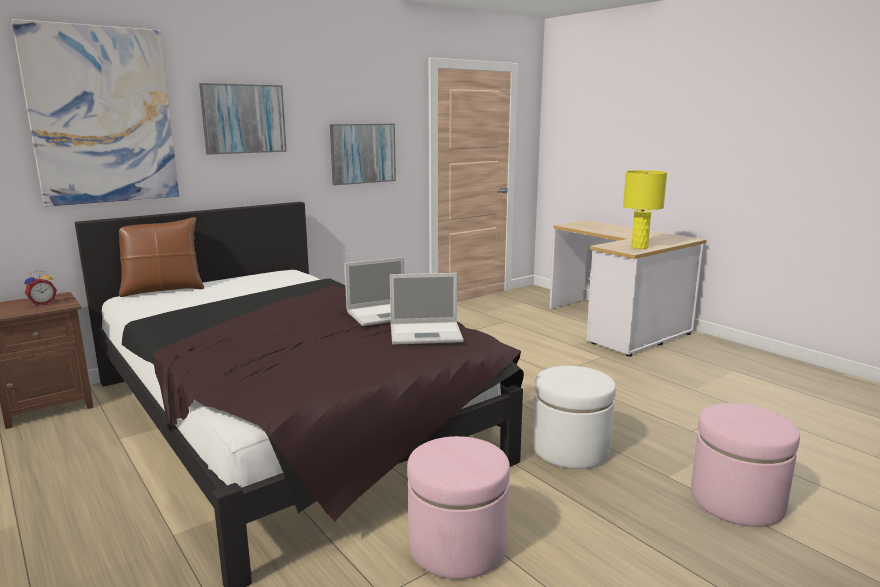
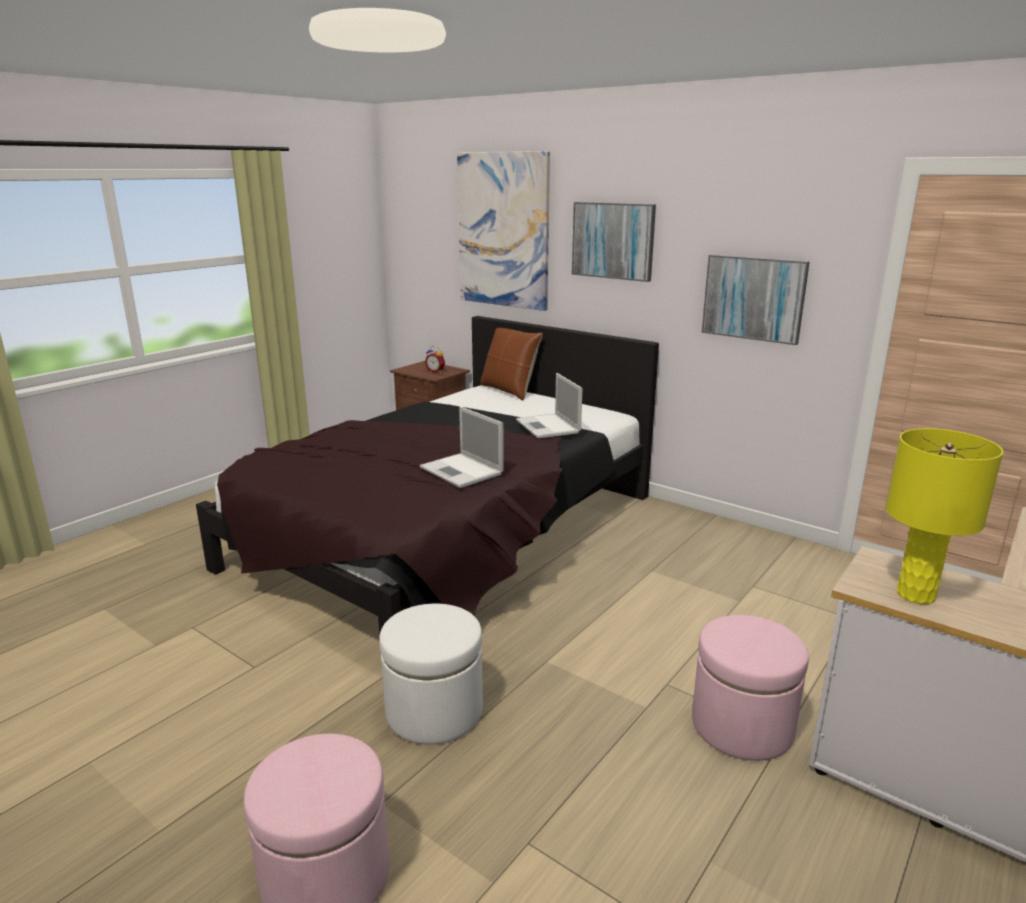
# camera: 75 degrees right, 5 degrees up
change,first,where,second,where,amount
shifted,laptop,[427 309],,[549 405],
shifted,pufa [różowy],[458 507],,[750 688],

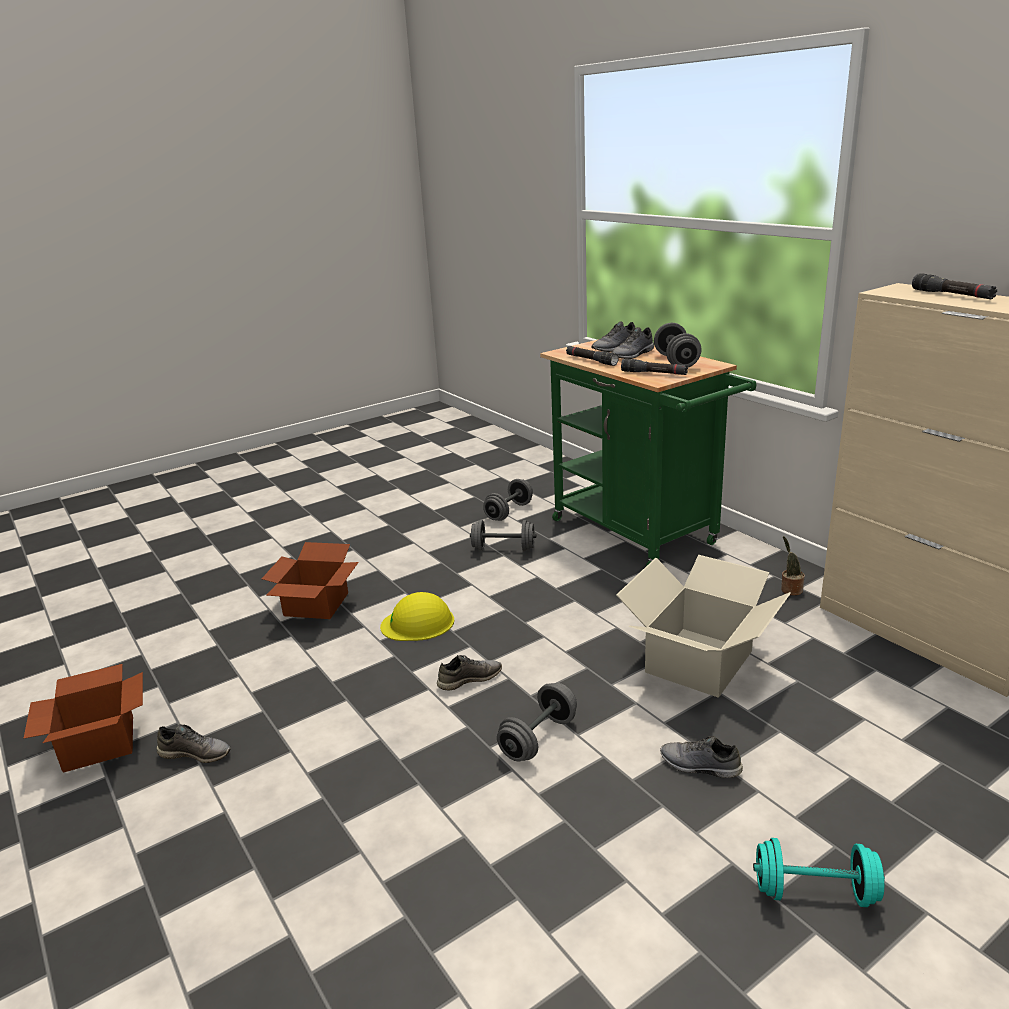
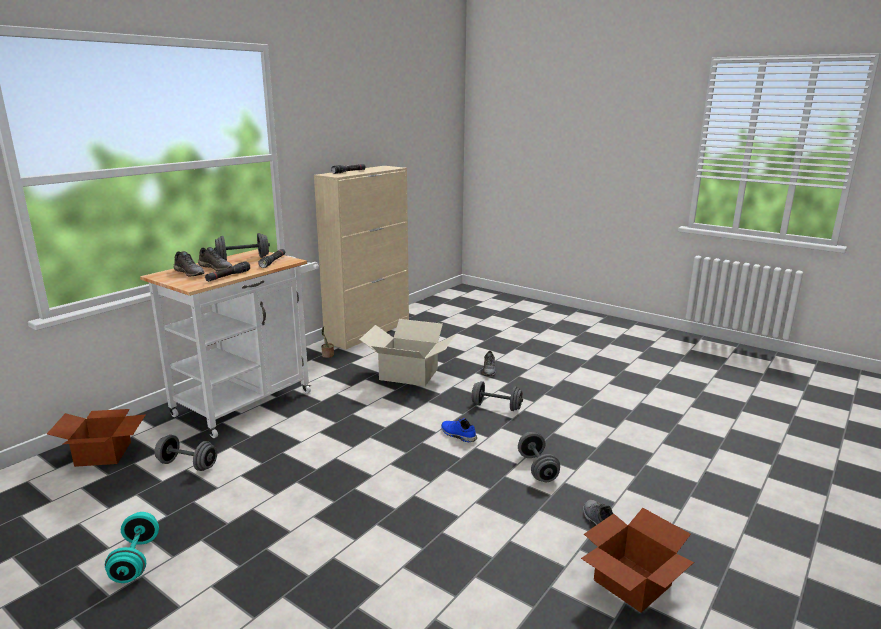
# camera: 110 degrees left, 5 degrees down
change,first,where,second,where,amount
gone,kask [żółty],[417 616],,,
shifted,karton,[310 580],,[96 438],
shifted,hantel [szary],[503 535],,[539 457],
shifted,hantel [turkusowy],[819 872],,[132 547],
repainted,but [szary],[469 673],but [niebieski],[459 430],
repainted,wózek [zielony],[648 452],wózek [biały],[229 343],

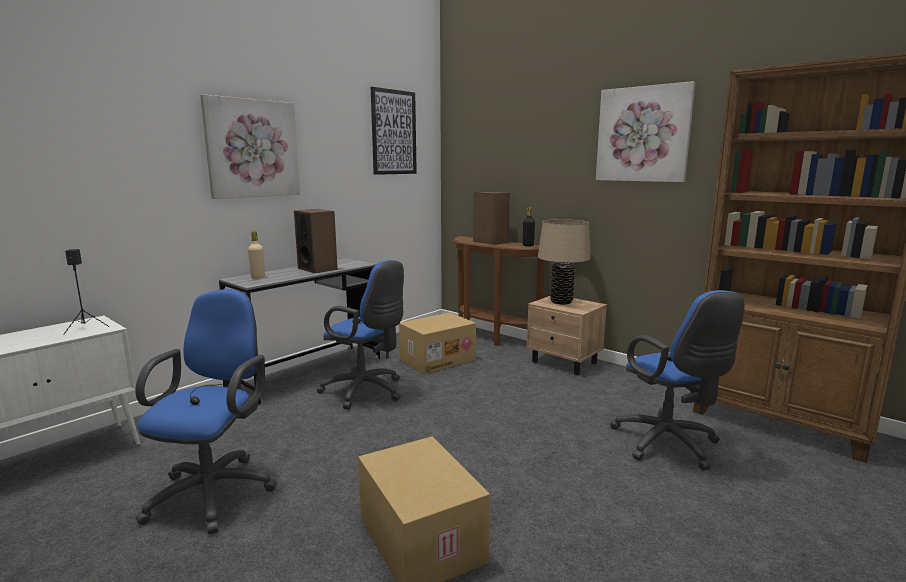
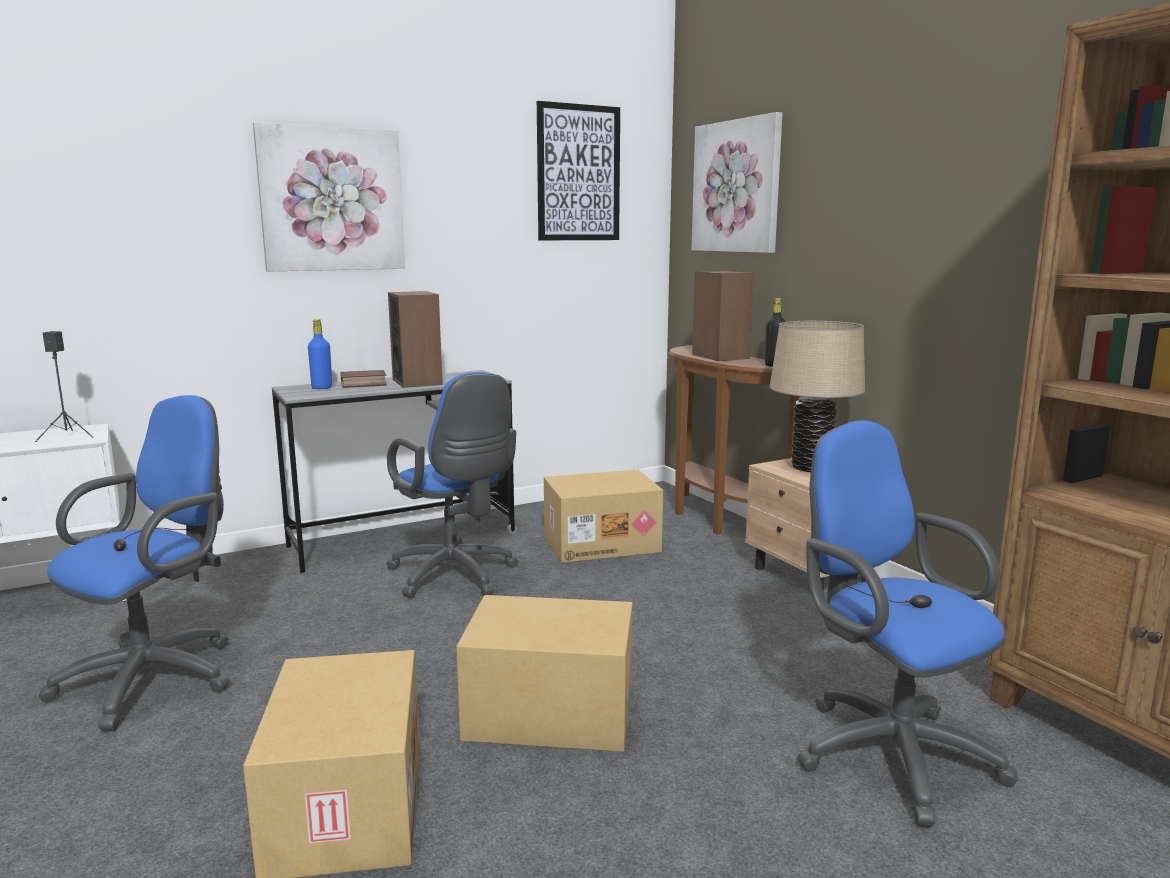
# camera: 20 degrees right, 0 degrees up
change,first,where,second,where,amount
new,,,książka,[364 379],
new,,,karton,[544 673],
shifted,obraz,[646 131],,[736 182],
repainted,butelka [beżowy],[256 255],butelka [niebieski],[320 354],
rotated,krzesło biurowe [niebieski],[677 380],,[907 623],150 degrees clockwise

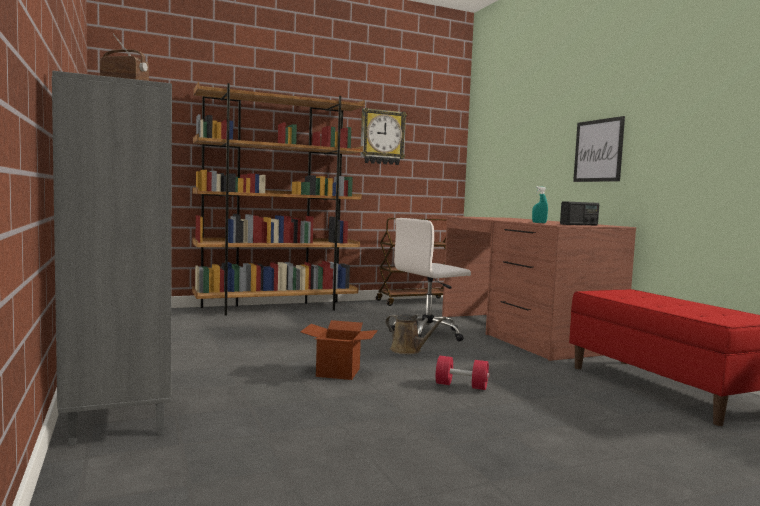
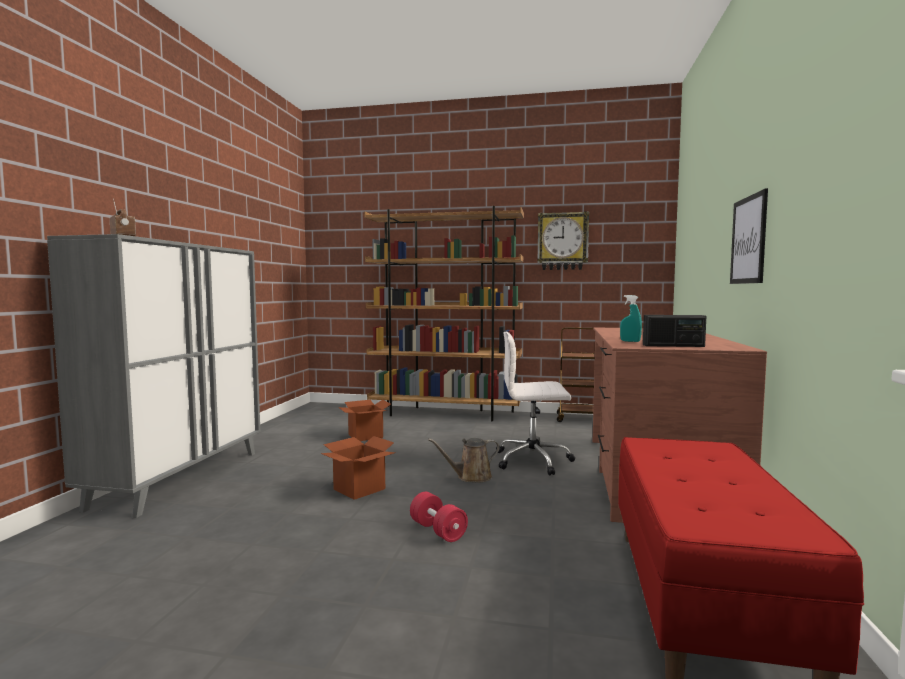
# camera: 35 degrees right, 0 degrees up
change,first,where,second,where,amount
new,,,karton,[364 420],
rotated,konewka [brązowy],[415 334],,[464 460],90 degrees clockwise

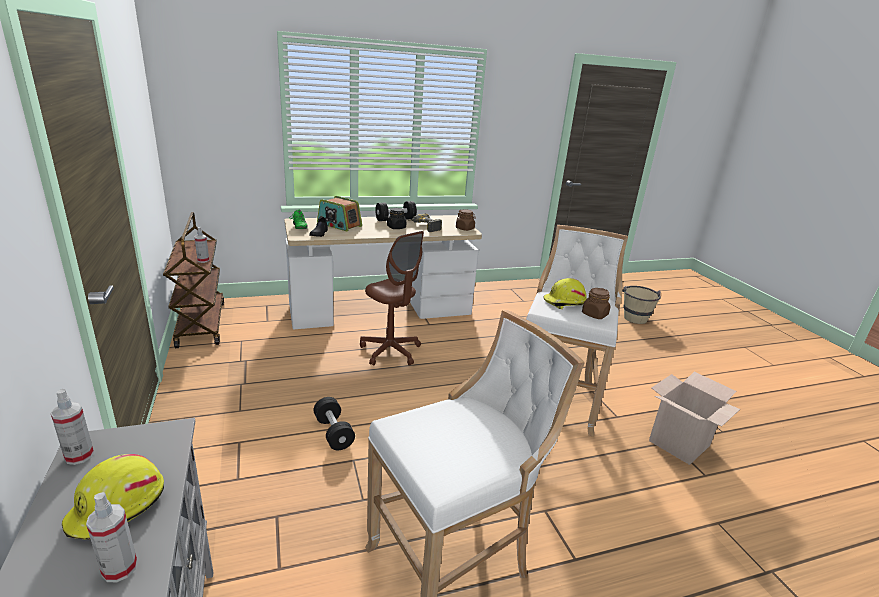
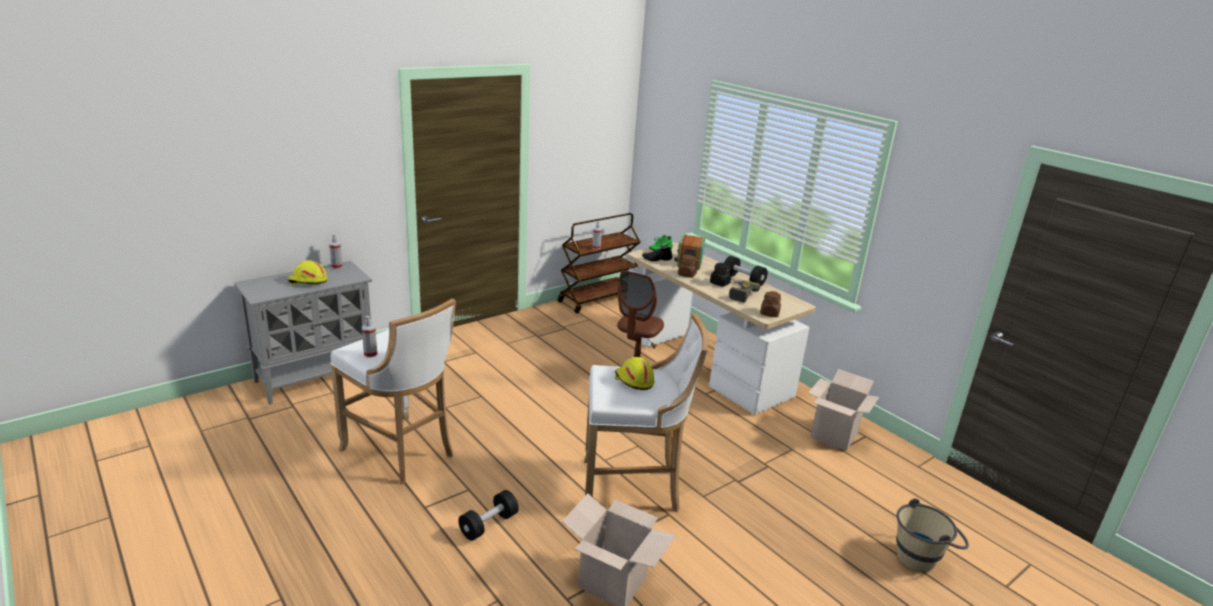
# camera: 70 degrees right, 0 degrees up
change,first,where,second,where,amount
new,,,karton,[843 410],
shifted,spryskiwacz,[111 537],,[370 337],
shifted,hantel [czarny],[334 423],,[488 515],
shifted,słoik [brązowy],[596 303],,[688 266],

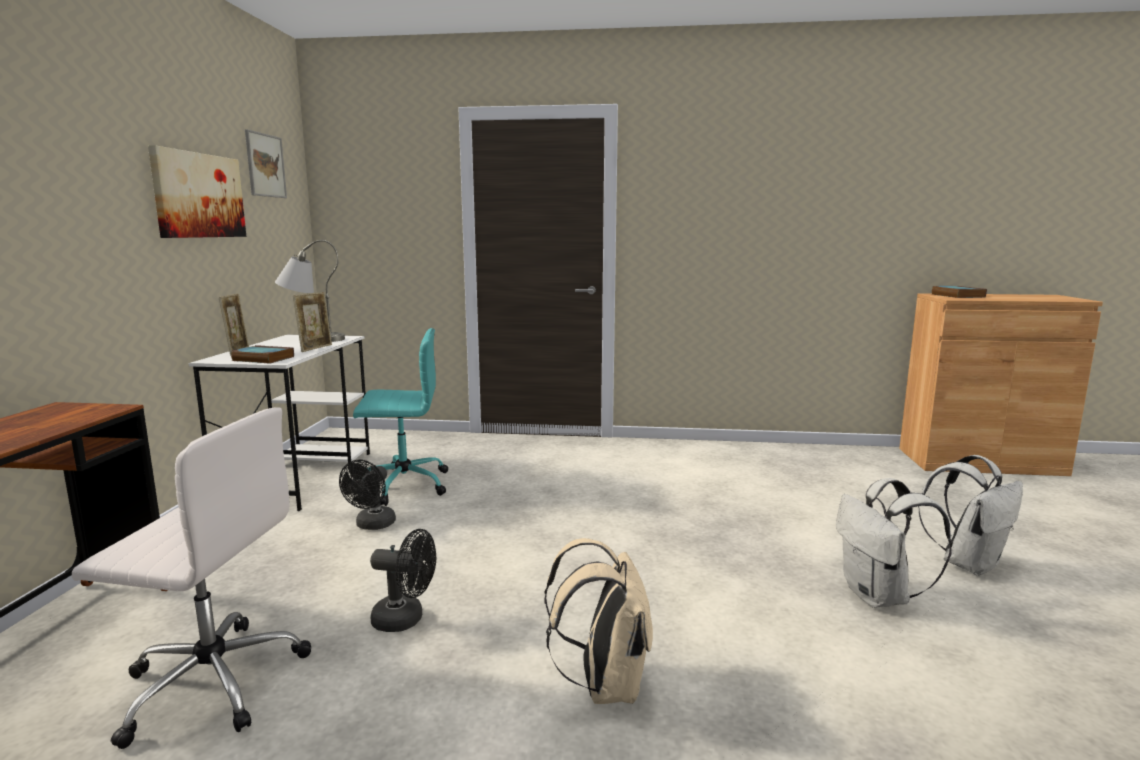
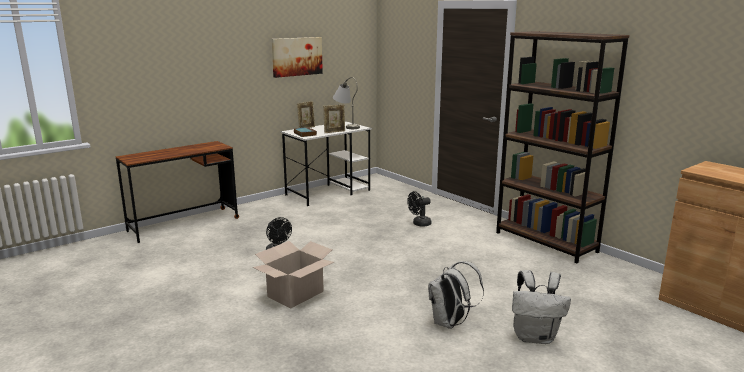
# camera: 45 degrees right, 5 degrees up
change,first,where,second,where,amount
gone,krzesło biurowe [biały],[191 578],,,
gone,obraz,[266 163],,,
gone,krzesło biurowe [turkusowy],[400 417],,,
gone,książka,[959 292],,,
new,,,regał [brązowy],[563 147],
shifted,wentylator [czarny],[367 495],,[419 209],
swapped,plecak [beżowy],[598 621],karton,[293 275],

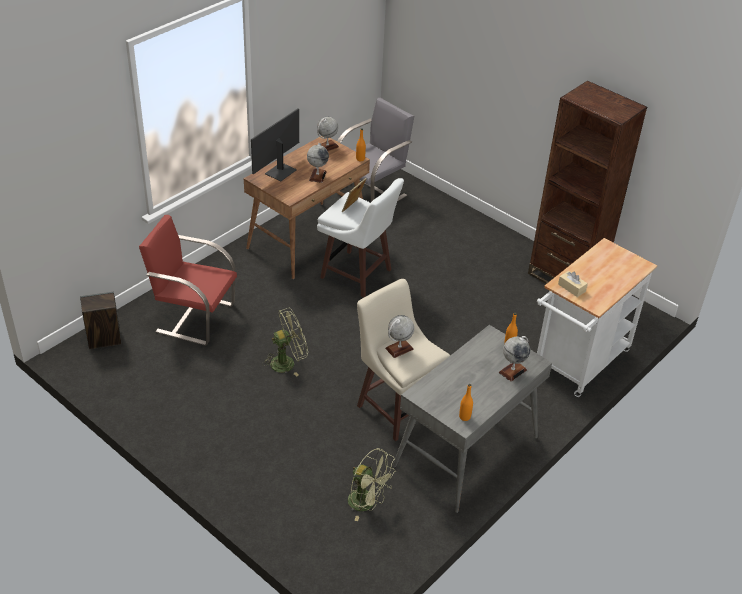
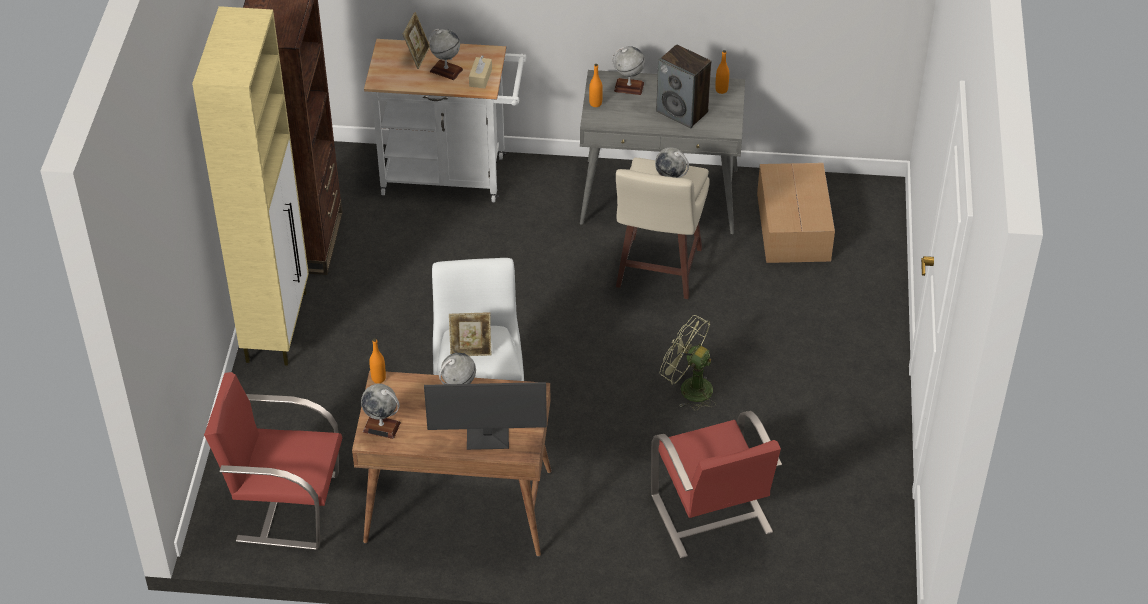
# camera: 125 degrees left, 5 degrees up
change,first,where,second,where,amount
new,,,szafka [beżowy],[250 186],
new,,,ramka na zdjęcie,[416 40],
new,,,globus,[446 54],
shifted,głośnik,[101 320],,[683 86],
swapped,wentylator [zielony],[371 484],karton,[796 213],
repainted,krzesło [szary],[375 150],krzesło [czerwony],[273 461],

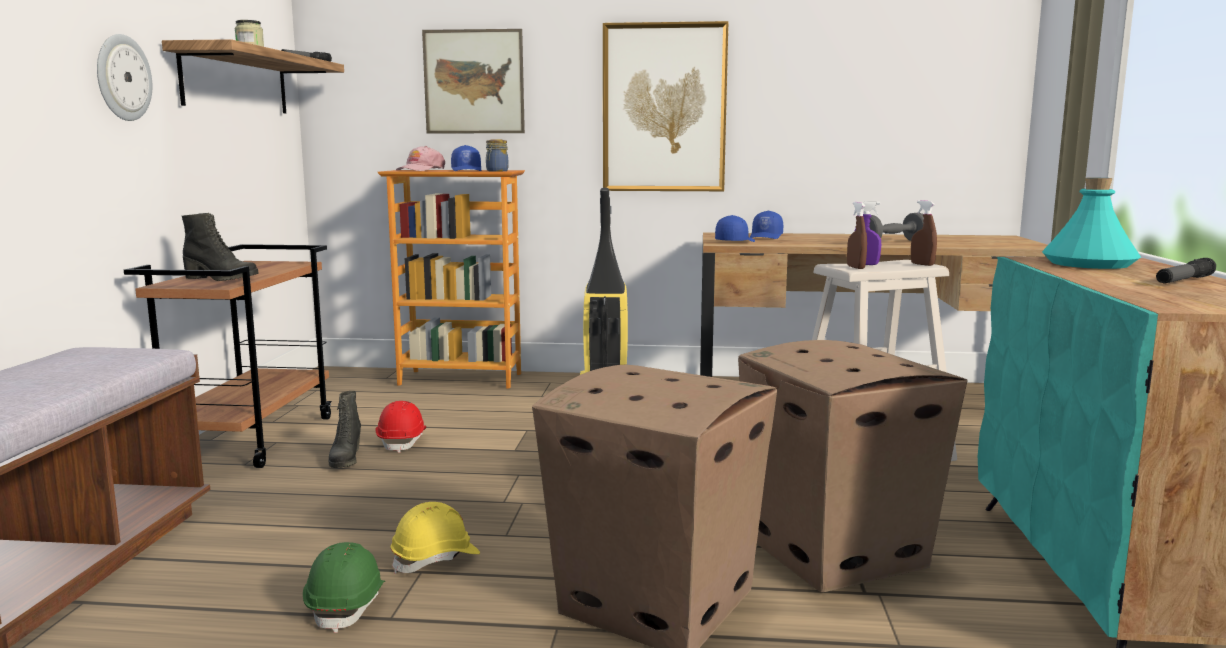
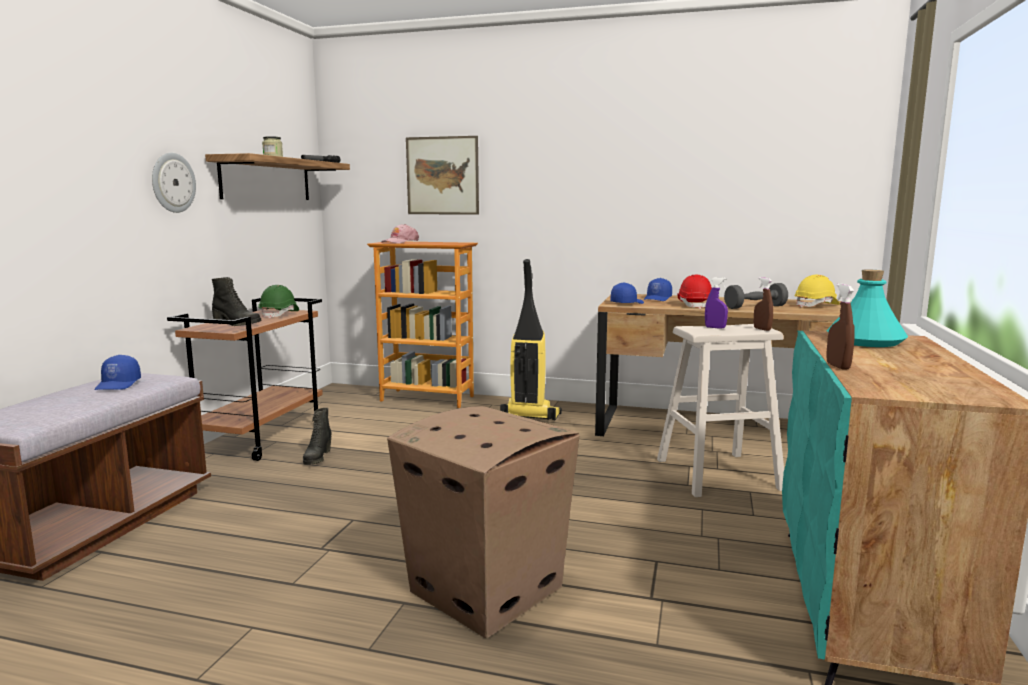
# camera: 10 degrees right, 0 degrees up
change,first,where,second,where,amount
gone,słoik,[497 155],,,
gone,obraz,[665 106],,,
gone,karton,[853 466],,,
gone,latarka,[1186 270],,,
shifted,kask [zielony],[344 587],,[278 302],
shifted,kask [czerwony],[401 427],,[694 292],
shifted,kask [żółty],[435 538],,[817 291],
shifted,czapka z daszkiem [niebieski],[466 158],,[117 372],
shifted,spryskiwacz [brązowy],[857 235],,[840 327],

